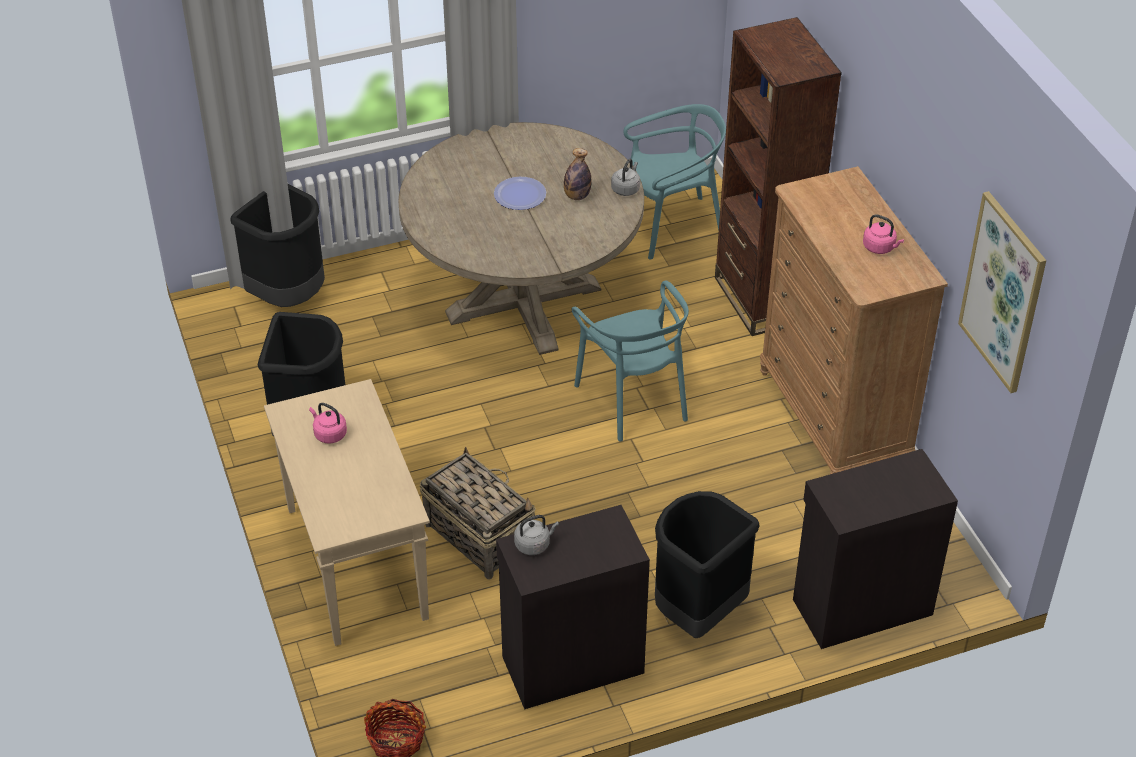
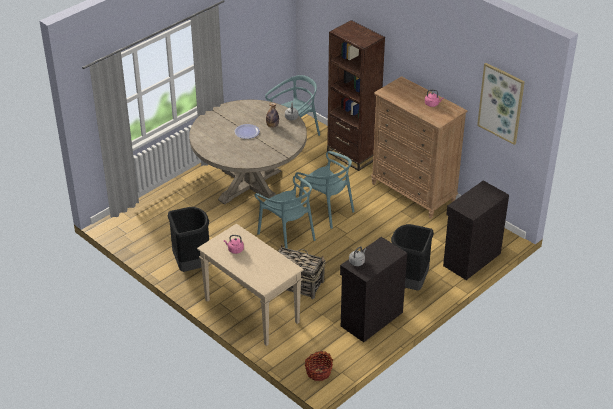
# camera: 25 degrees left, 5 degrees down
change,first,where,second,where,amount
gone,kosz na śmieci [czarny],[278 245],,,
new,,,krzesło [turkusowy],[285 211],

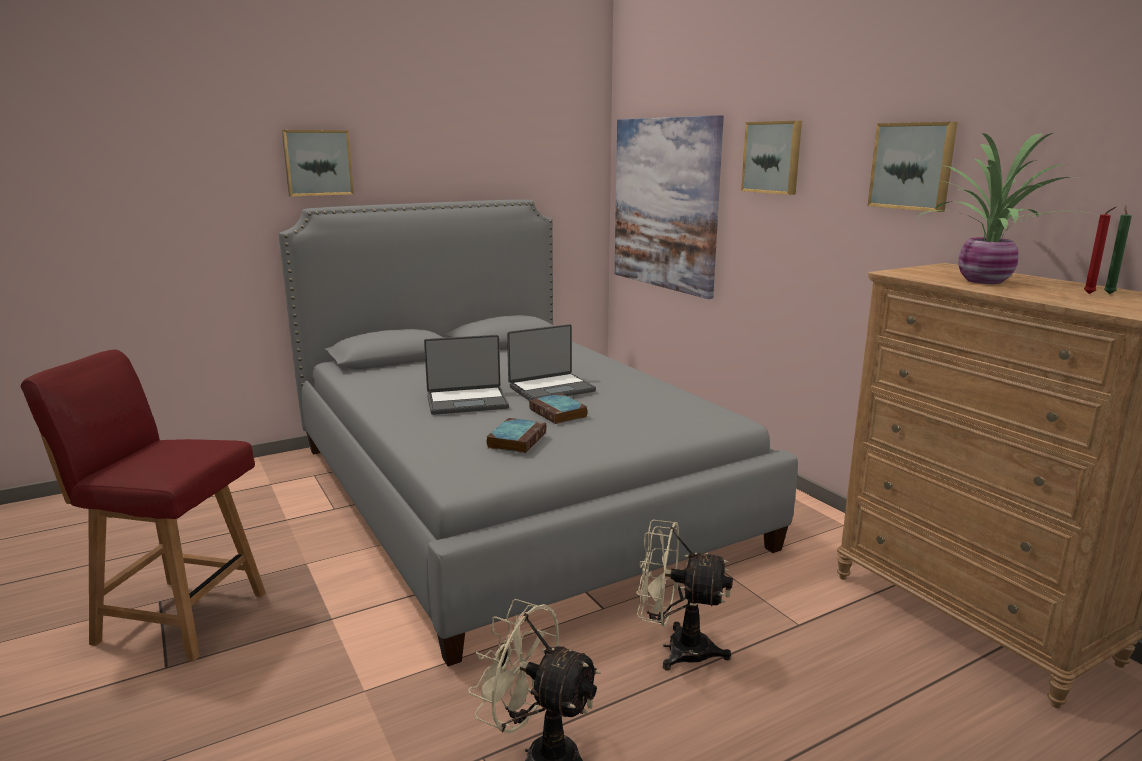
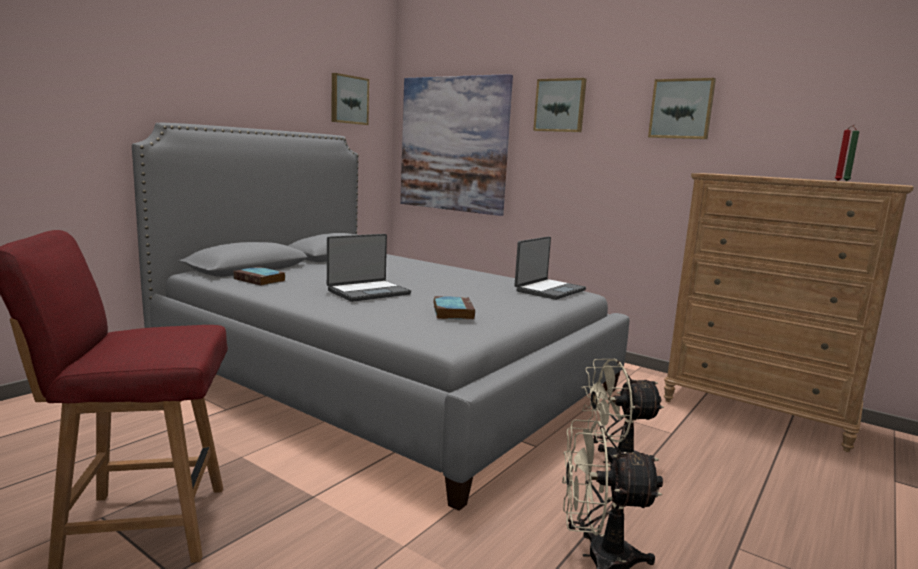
# camera: 25 degrees left, 5 degrees down
change,first,where,second,where,amount
gone,roślina doniczkowa,[1007 208],,,
shifted,obraz,[318 163],,[350 99],
shifted,laptop,[551 362],,[550 268],
shifted,książka,[558 408],,[259 276],

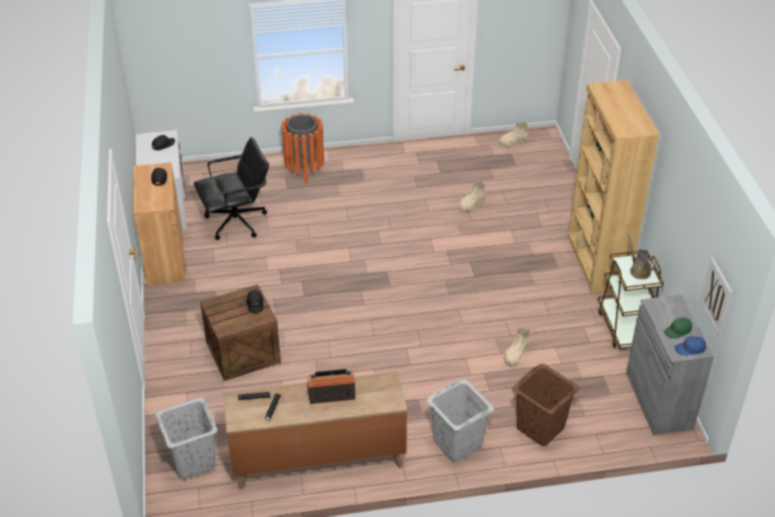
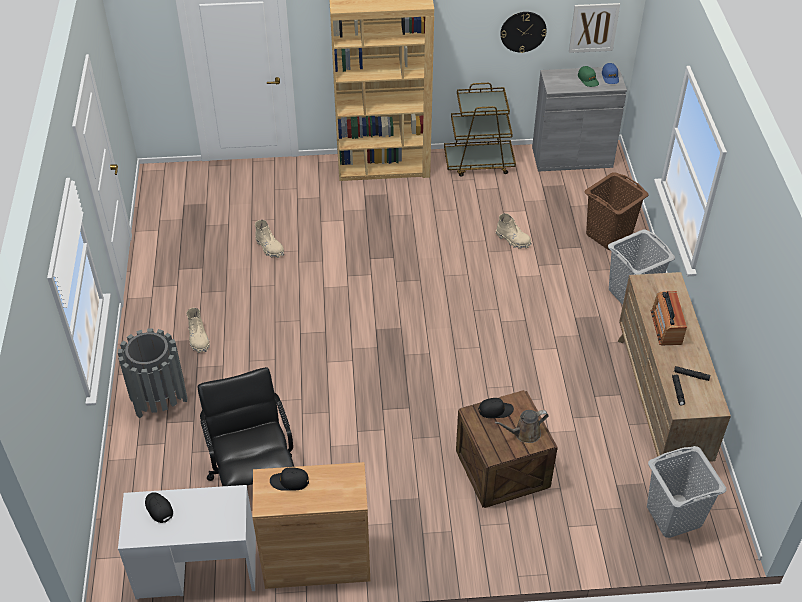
# camera: 85 degrees left, 5 degrees up
change,first,where,second,where,amount
new,,,zegar ścienny,[523 32],
shifted,but z cholewką [beżowy],[513 134],,[198 330],
shifted,konewka [brązowy],[640 256],,[521 426],
repainted,kosz na śmieci [pomarańczowy],[302 148],kosz na śmieci [szary],[153 373],

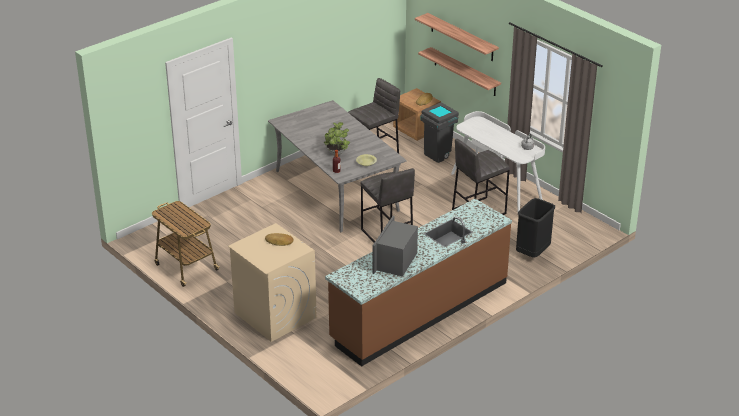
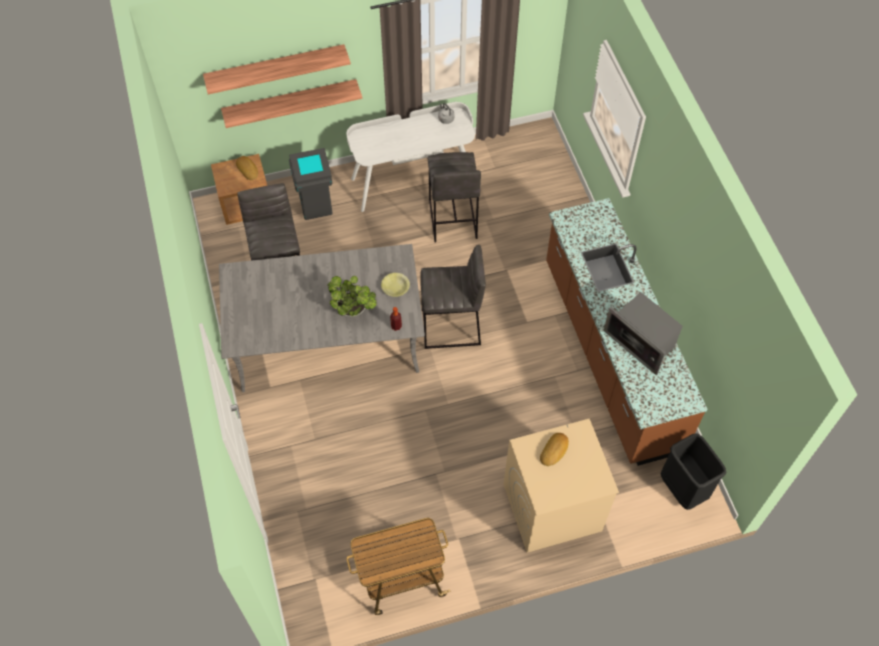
# camera: 65 degrees left, 25 degrees up
change,first,where,second,where,amount
shifted,kosz na śmieci [czarny],[535 228],,[694 471],

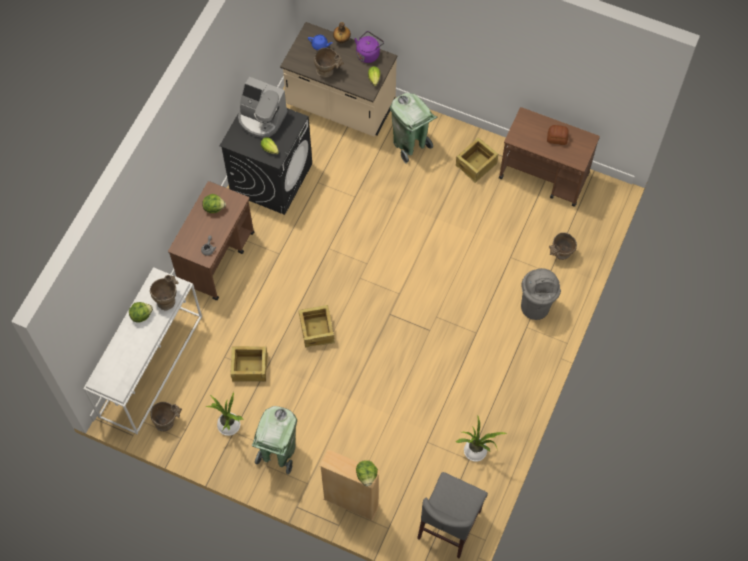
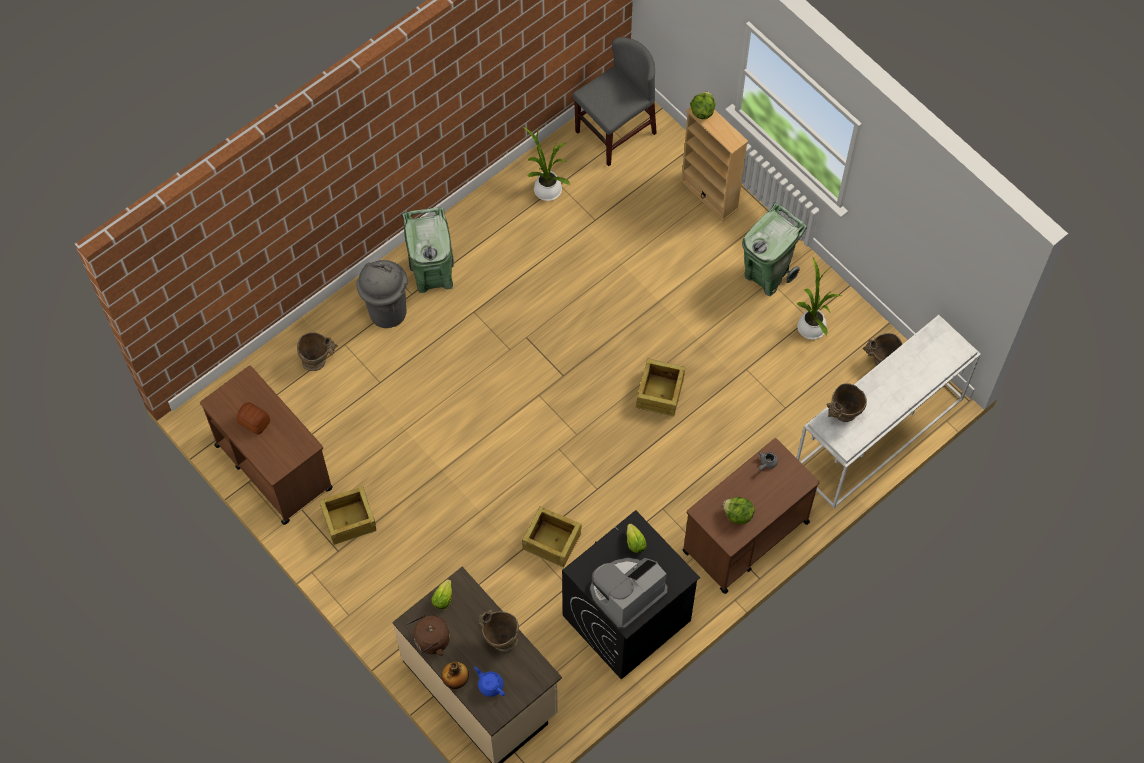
# camera: 155 degrees left, 0 degrees up
change,first,where,second,where,amount
gone,sałata,[141 312],,,
shifted,skrzynka,[249 364],,[552 537],
shifted,kosz na śmieci [zielony],[413 128],,[427 250],
repainted,czajnik [fioletowy],[369 47],czajnik [brązowy],[428 635],
rotated,ekspres do kawy,[263 107],,[628 593],90 degrees counterclockwise

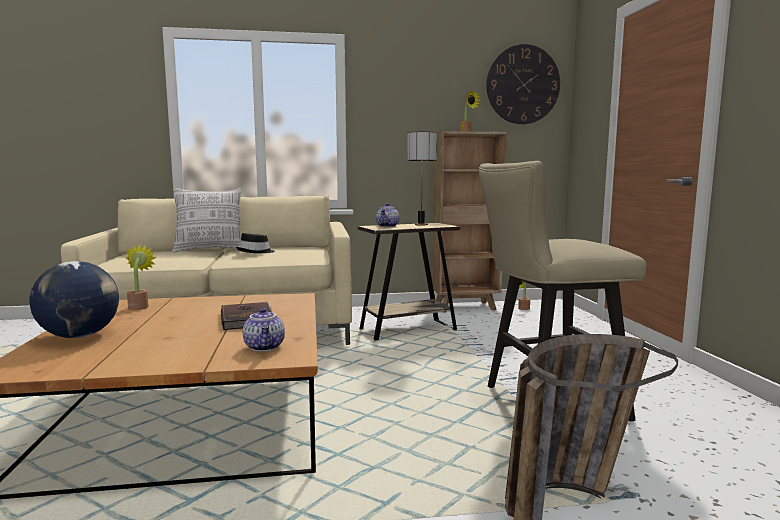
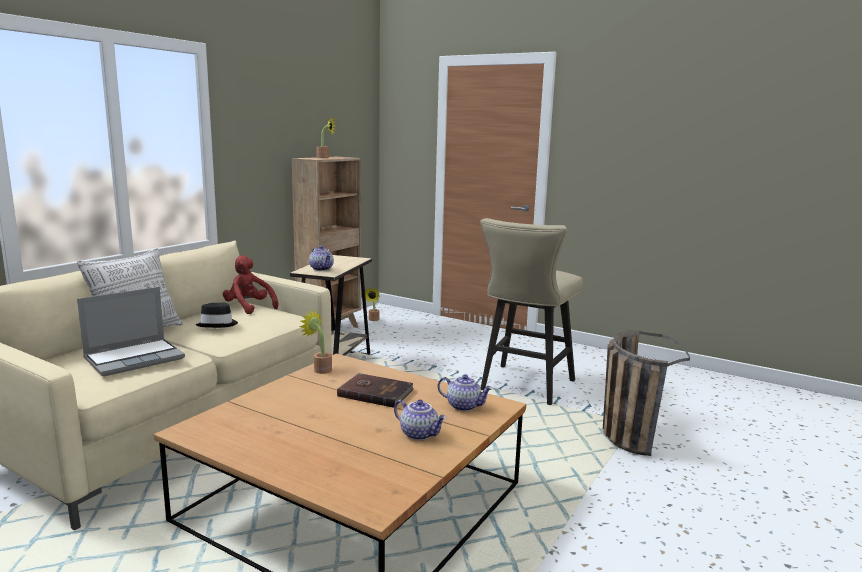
# camera: 50 degrees left, 5 degrees up
change,first,where,second,where,amount
gone,globus,[74 299],,,
gone,lampa stołowa,[422 178],,,
gone,zegar ścienny,[523 84],,,
new,,,laptop,[131 331],
new,,,pluszak [czerwony],[251 284],
new,,,imbryk,[420 420],
shifted,roślina doniczkowa,[141 277],,[315 342],

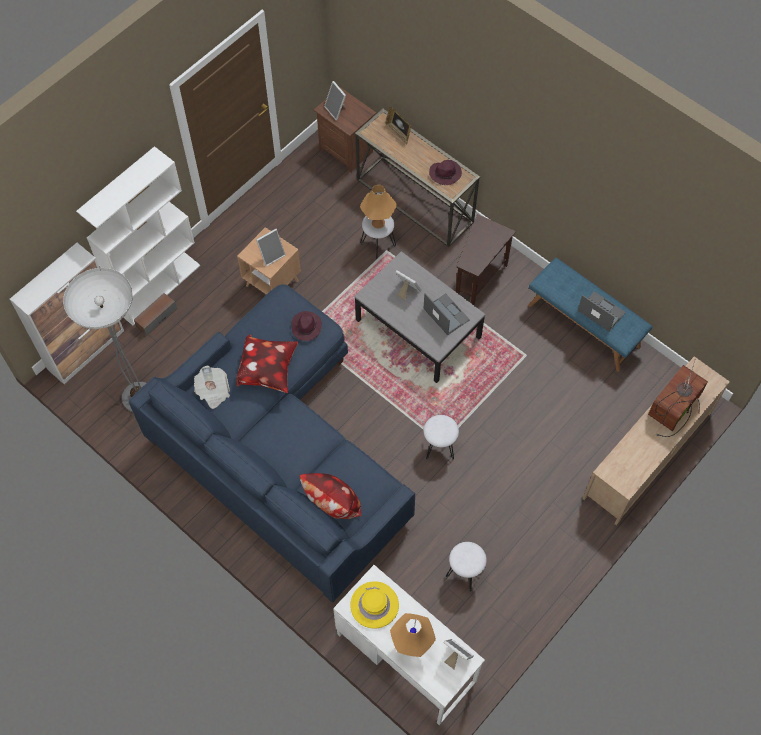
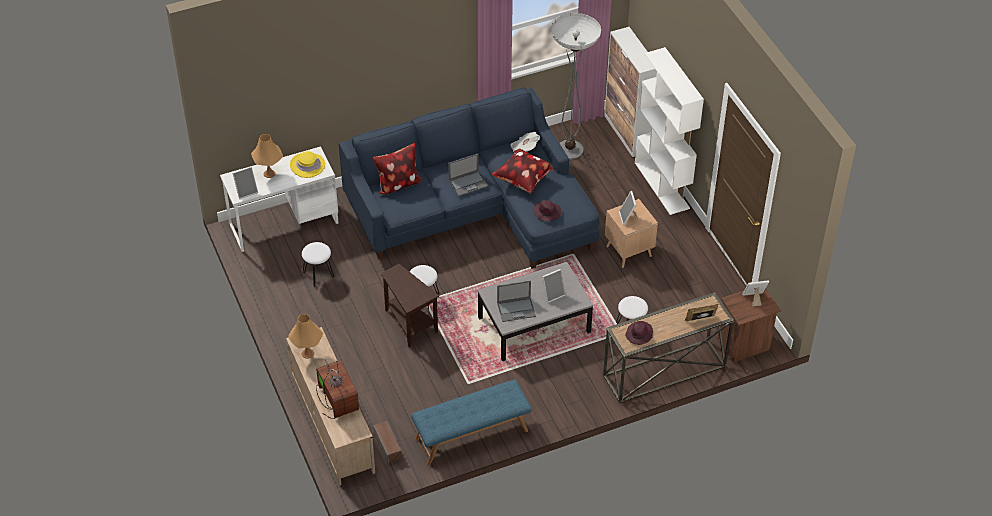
# camera: 115 degrees right, 15 degrees down
change,first,where,second,where,amount
shifted,głośnik,[155 314],,[387 442],
shifted,lampa stołowa [pomarańczowy],[378 207],,[305 336],
shifted,stolik [brązowy],[486 259],,[410 306],
shifted,laptop,[602 311],,[468 175],

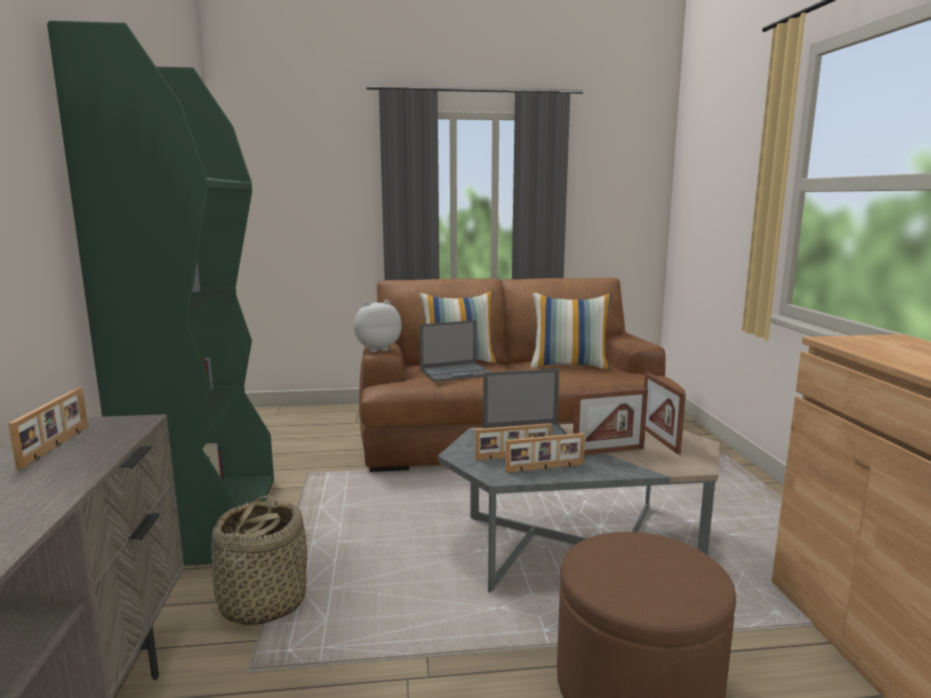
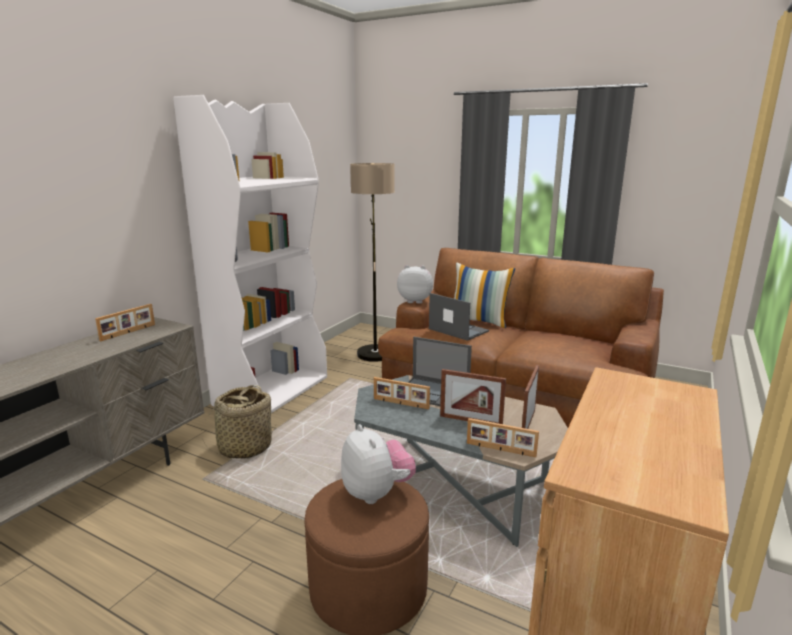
# camera: 35 degrees right, 5 degrees up
change,first,where,second,where,amount
gone,poduszka,[571 331],,,
new,,,pluszak,[378 464],
new,,,lampa stojąca,[372 262],
shifted,ramka na zdjęcie,[545 453],,[503 437],
repainted,regał [zielony],[160 293],regał [biały],[250 254],
rotated,laptop,[454 351],,[459 317],150 degrees counterclockwise

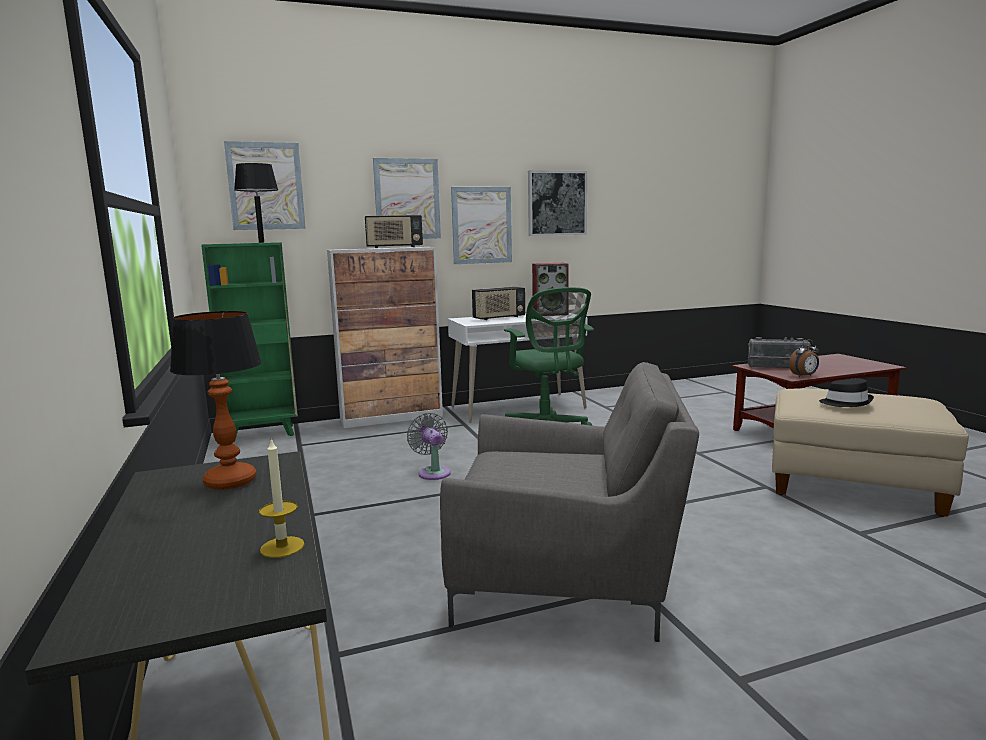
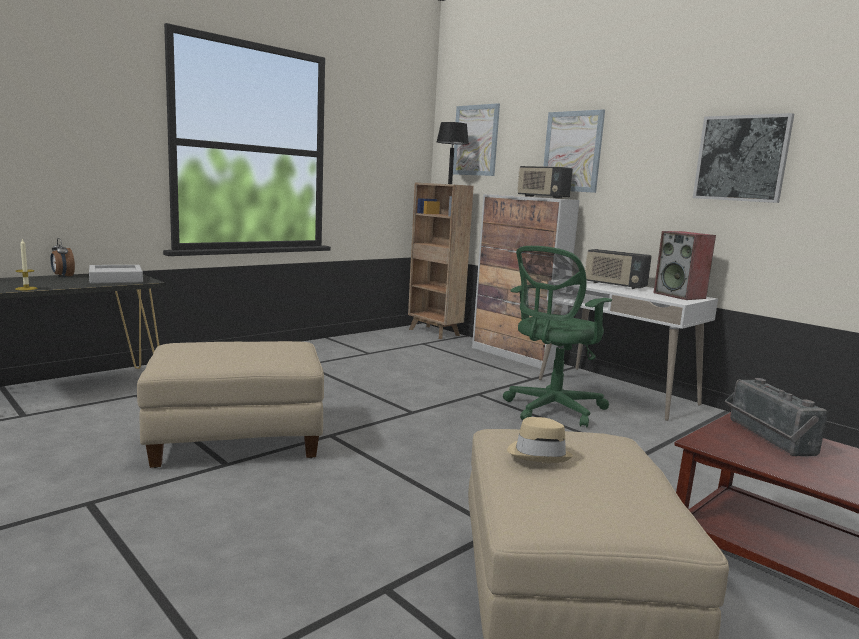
# camera: 65 degrees right, 0 degrees up
change,first,where,second,where,amount
gone,wentylator [szary],[429 446],,,
gone,obraz,[481 225],,,
shifted,budzik,[804 358],,[63 258],
swapped,lampa stołowa,[216 400],taca [szary],[116 274],
swapped,fotel [szary],[569 502],pufa [beżowy],[230 404],
repainted,regał [zielony],[249 342],regał [brązowy],[441 260],
repainted,kapelusz [czarny],[846 393],kapelusz [beżowy],[540 440],

